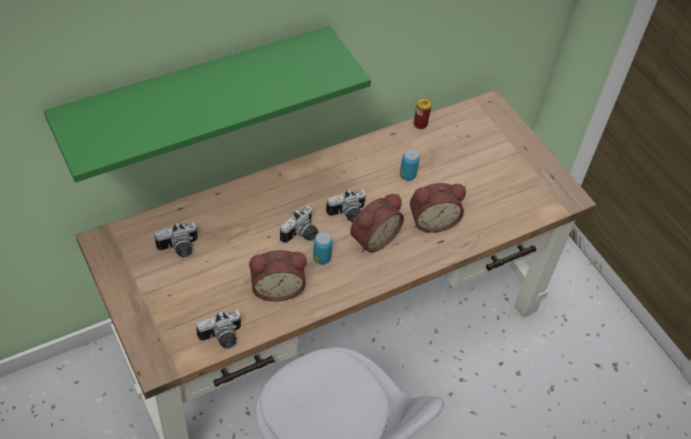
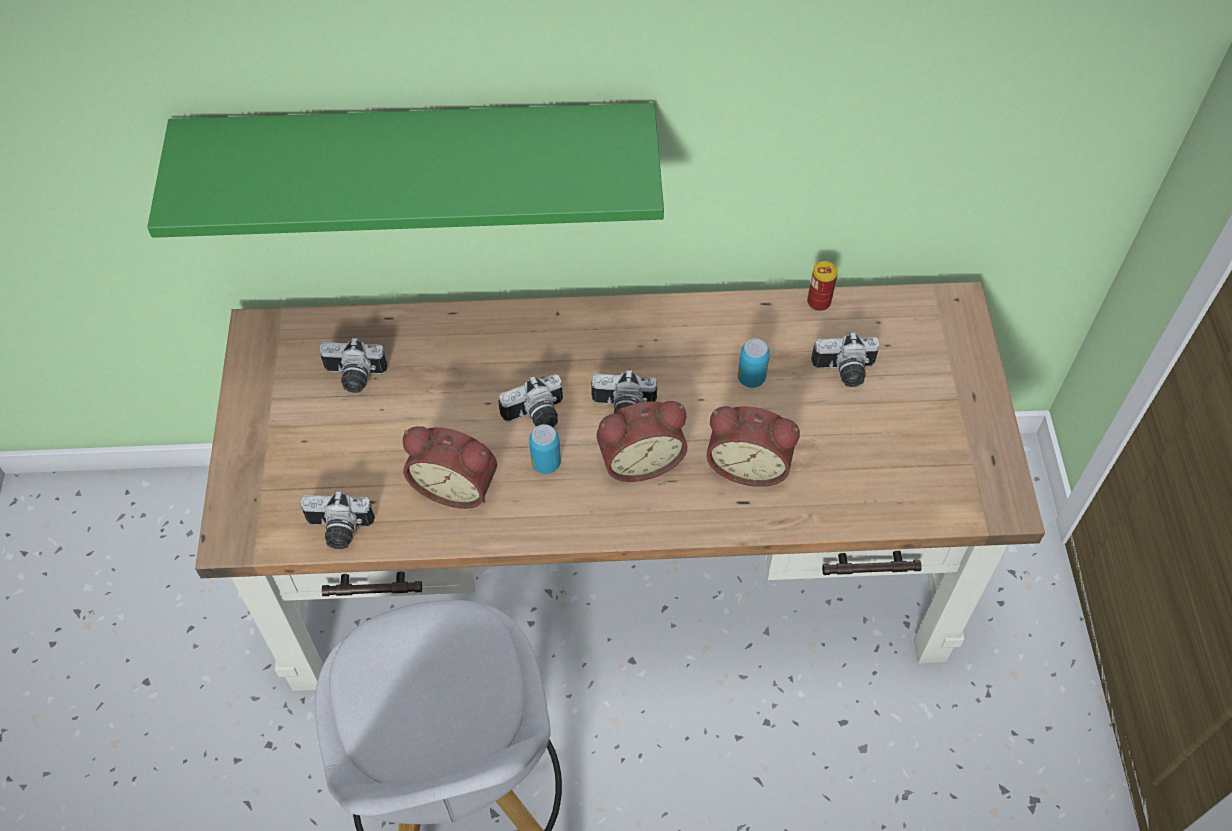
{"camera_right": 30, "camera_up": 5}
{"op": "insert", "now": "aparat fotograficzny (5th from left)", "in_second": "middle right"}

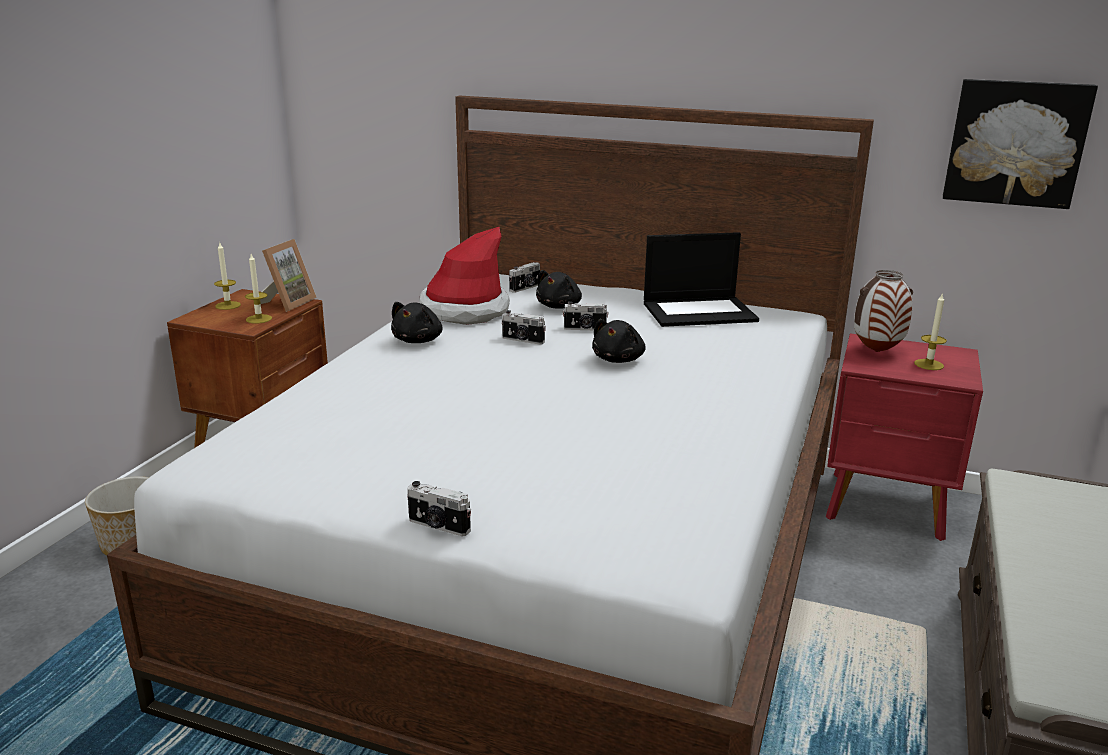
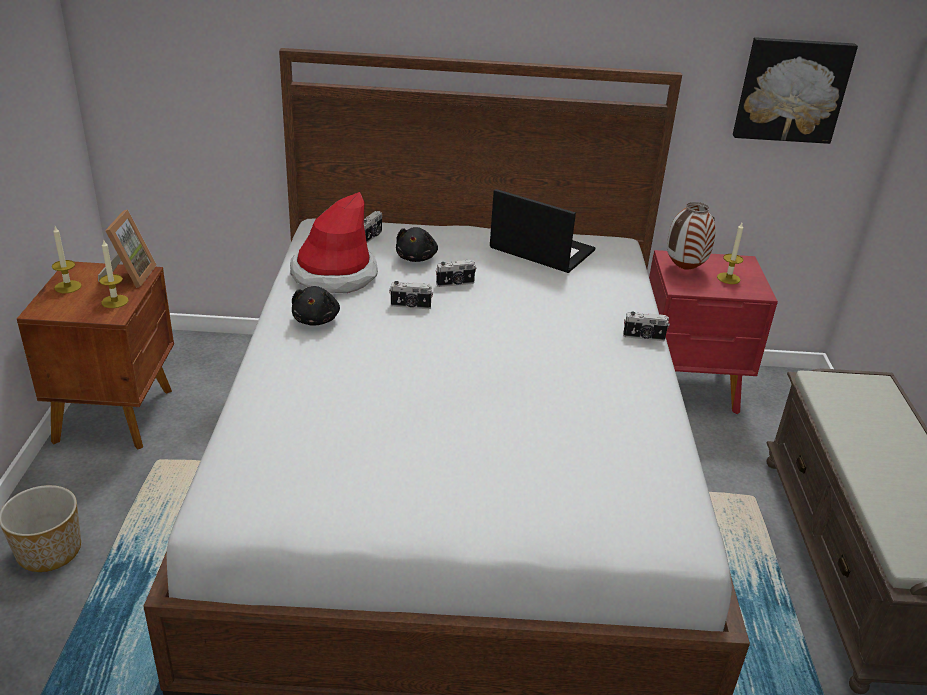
{"camera_right": -20, "camera_up": 10}
{"op": "rotate", "was": "laptop", "in_first": "centre", "in_second": "top centre", "clockwise": -120}
{"op": "move", "was": "aparat fotograficzny (1st from left in the first image)", "now": "aparat fotograficzny (4th from left)", "in_first": "bottom centre", "in_second": "middle right"}
{"op": "delete", "was": "pluszak/czarny (3rd from left)", "in_first": "centre"}

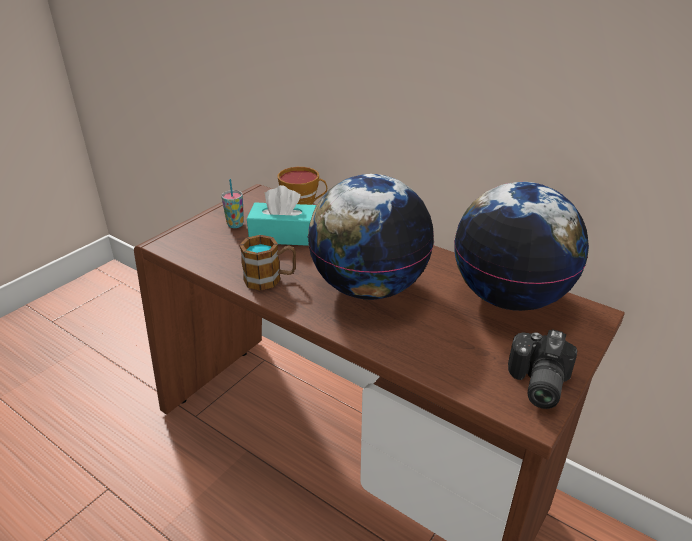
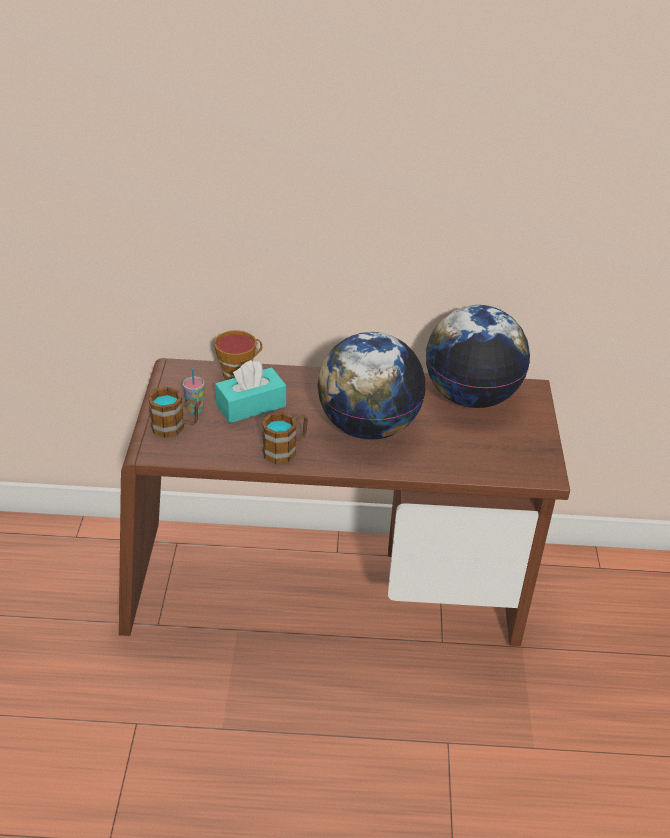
{"camera_right": -35, "camera_up": 5}
{"op": "insert", "now": "kubek (1st from left)", "in_second": "middle left"}
{"op": "delete", "was": "aparat fotograficzny", "in_first": "bottom right"}

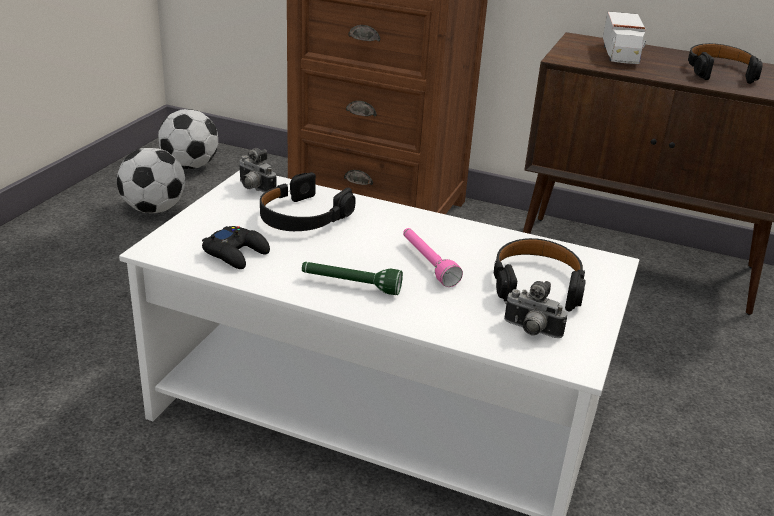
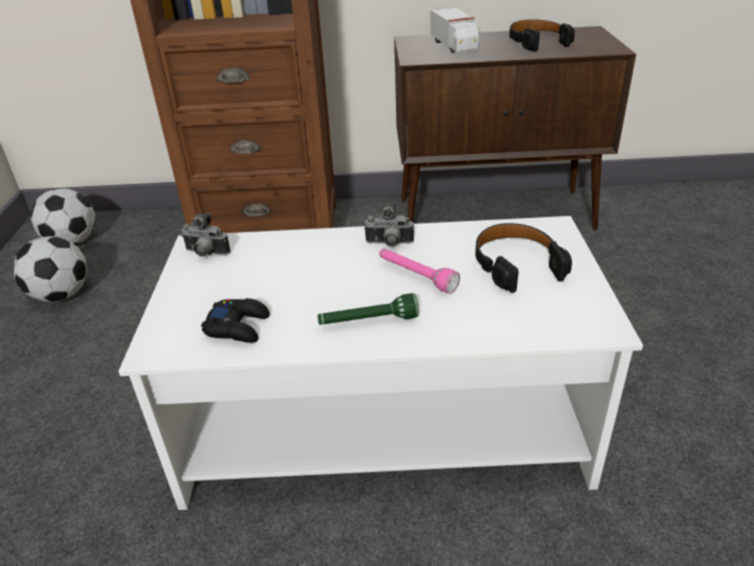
{"camera_right": -20, "camera_up": 5}
{"op": "move", "was": "aparat fotograficzny (2nd from left)", "in_first": "middle right", "in_second": "centre"}
{"op": "delete", "was": "słuchawki/czarny (1st from left)", "in_first": "centre"}

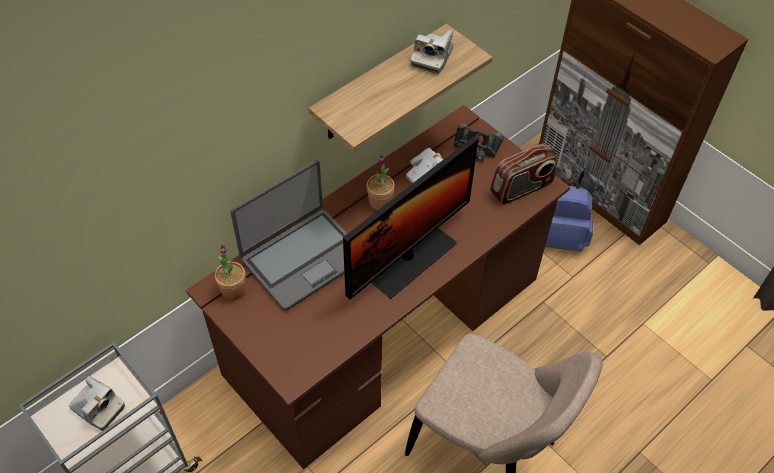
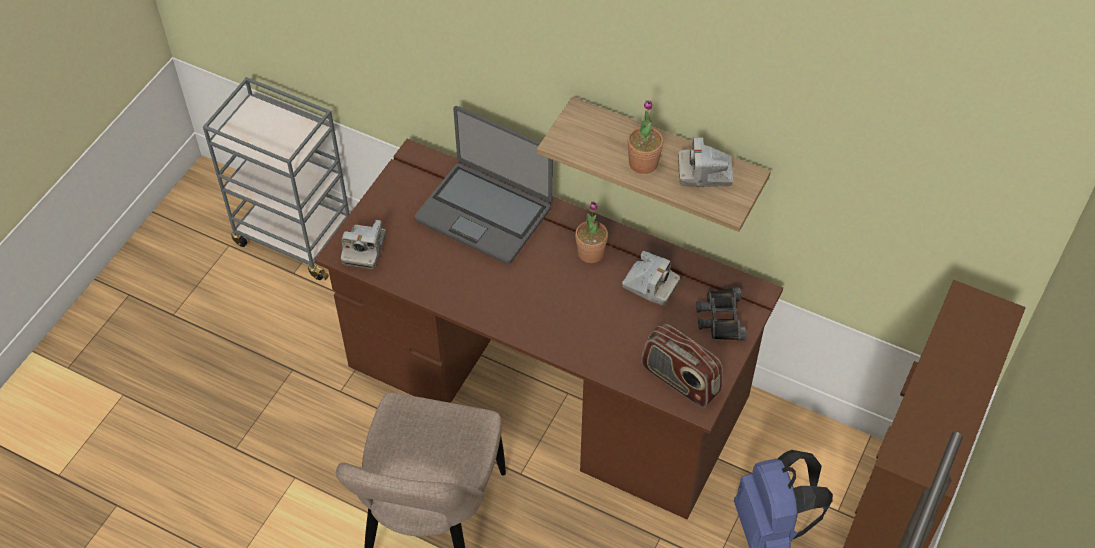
{"camera_right": 70, "camera_up": 0}
{"op": "move", "was": "aparat fotograficzny (1st from left)", "in_first": "bottom left", "in_second": "middle left"}
{"op": "move", "was": "roślina doniczkowa (1st from left in the first image)", "now": "roślina doniczkowa (2nd from left)", "in_first": "middle left", "in_second": "top centre"}
{"op": "delete", "was": "monitor", "in_first": "centre"}

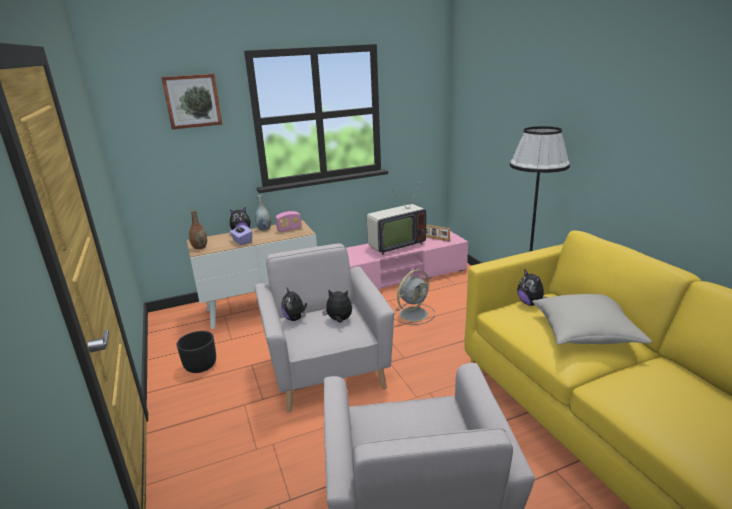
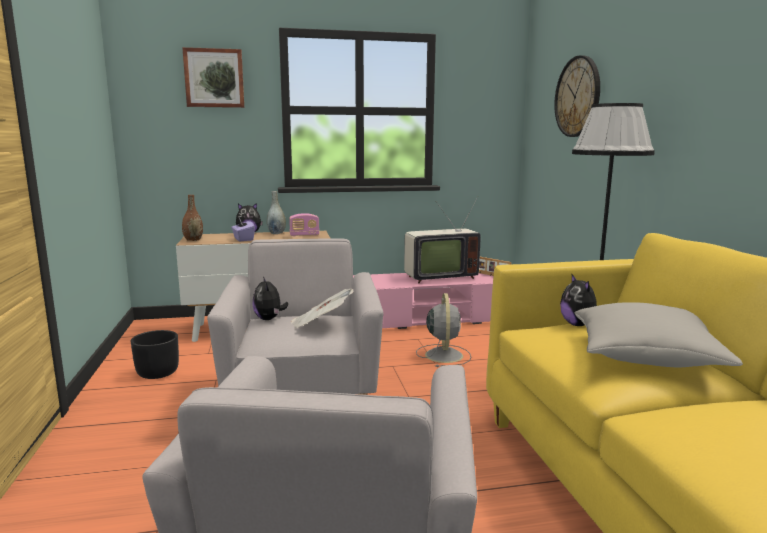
{"camera_right": 10, "camera_up": -10}
{"op": "replace", "was": "pluszak (3rd from left)", "now": "gazeta", "in_first": "centre", "in_second": "centre"}
{"op": "rotate", "was": "wentylator/szary", "in_first": "centre", "in_second": "centre", "clockwise": -60}
{"op": "insert", "now": "zegar ścienny", "in_second": "top right"}

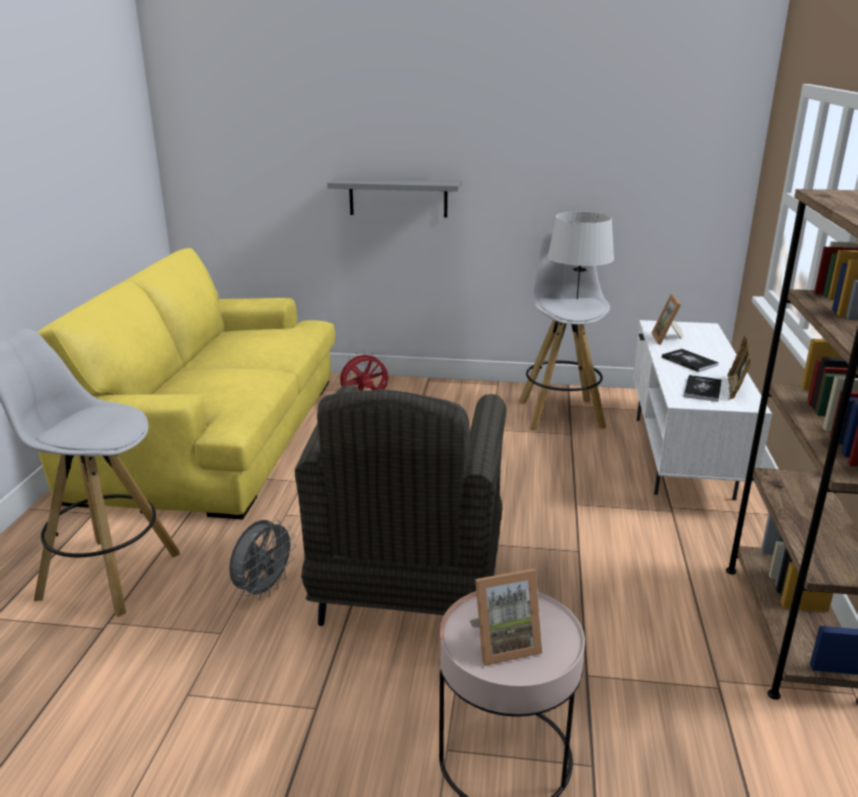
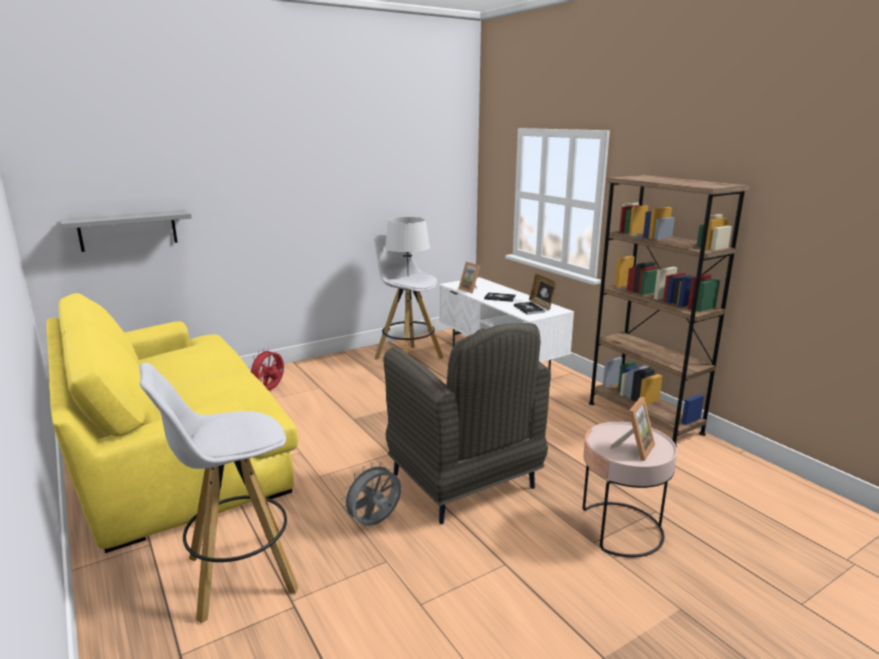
{"camera_right": -40, "camera_up": -5}
{"op": "move", "was": "półka/szary", "in_first": "top centre", "in_second": "middle left"}
{"op": "rotate", "was": "wentylator/szary", "in_first": "bottom left", "in_second": "bottom centre", "clockwise": -120}

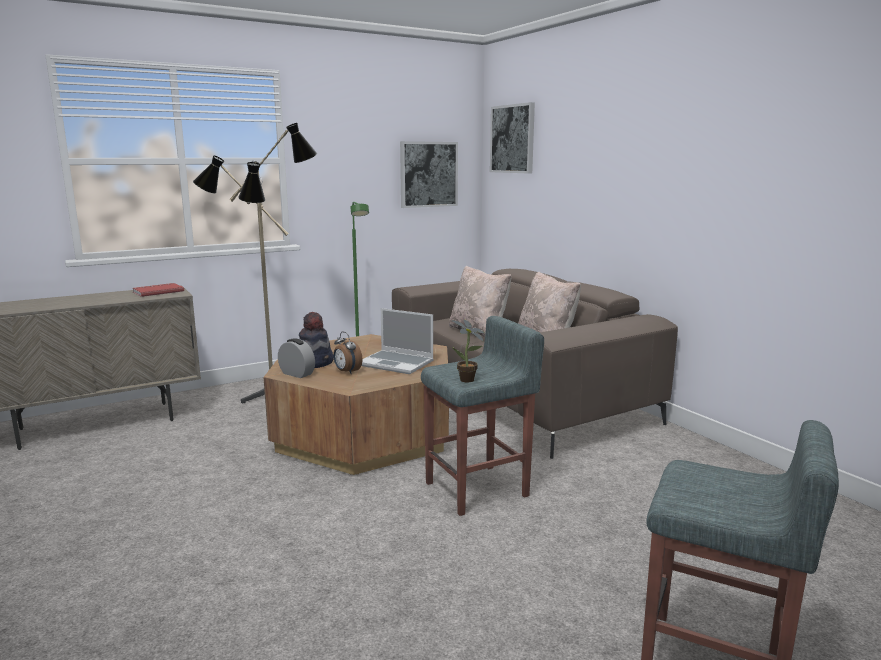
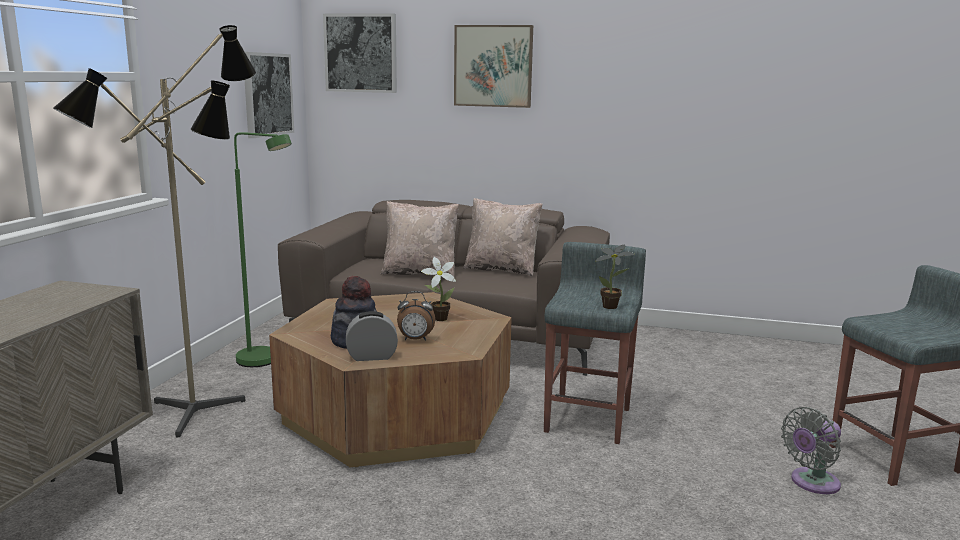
{"camera_right": -45, "camera_up": 0}
{"op": "replace", "was": "laptop", "now": "roślina doniczkowa (1st from left)", "in_first": "centre", "in_second": "centre"}
{"op": "insert", "now": "obraz (3rd from left)", "in_second": "top centre"}
{"op": "insert", "now": "wentylator/szary", "in_second": "bottom right"}
{"op": "delete", "was": "książka/czerwony", "in_first": "middle left"}

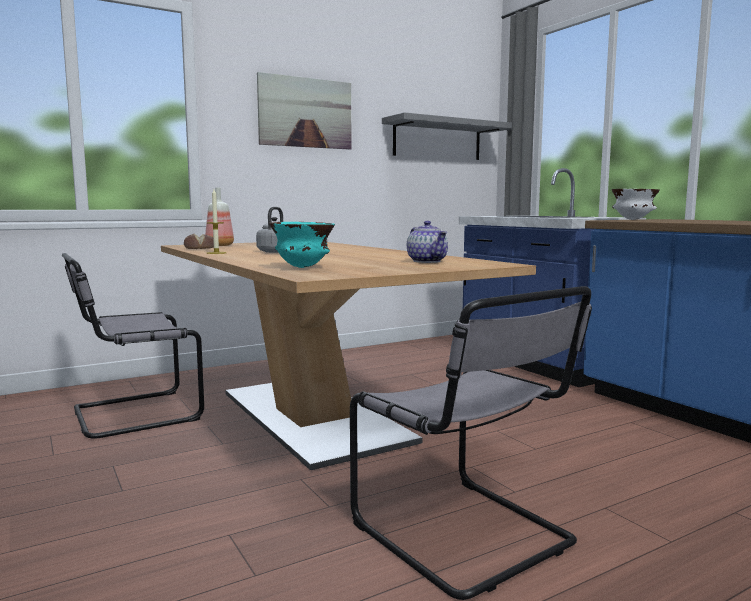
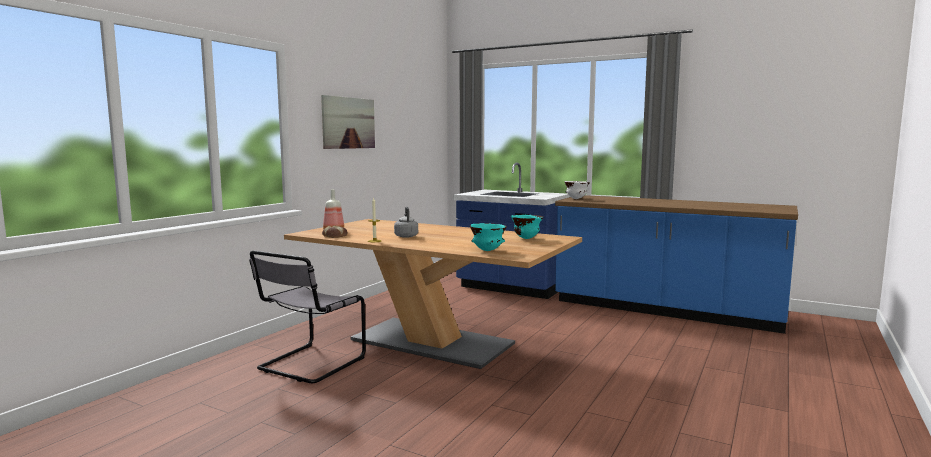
{"camera_right": -30, "camera_up": 0}
{"op": "replace", "was": "imbryk", "now": "miska/turkusowy (2nd from left)", "in_first": "centre", "in_second": "centre"}
{"op": "delete", "was": "krzesło/szary (2nd from left)", "in_first": "bottom centre"}
{"op": "delete", "was": "półka/szary", "in_first": "top centre"}

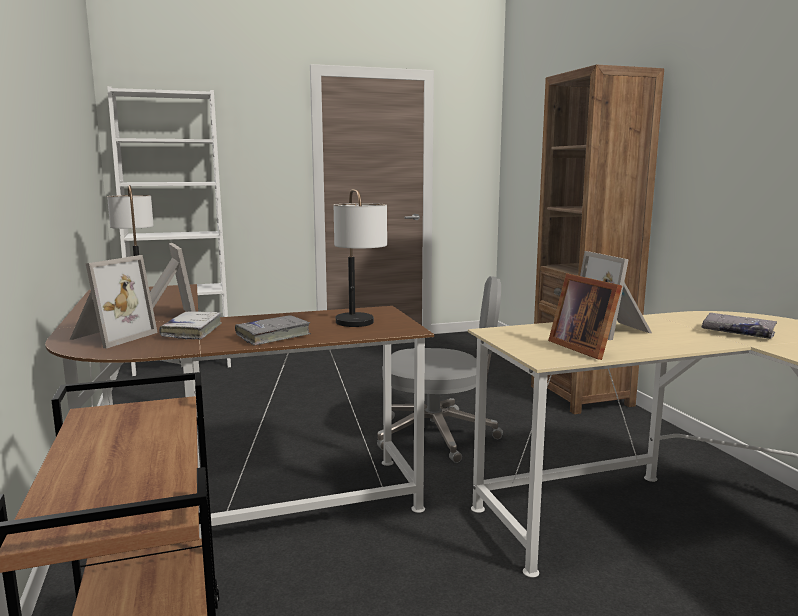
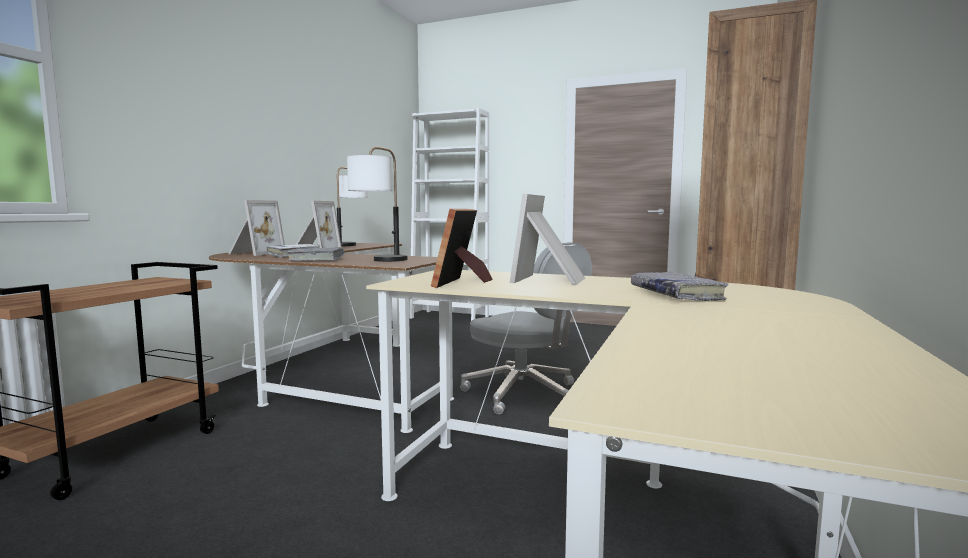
{"camera_right": 40, "camera_up": -5}
{"op": "rotate", "was": "ramka na zdjęcie (1st from left)", "in_first": "middle left", "in_second": "middle left", "clockwise": -45}

